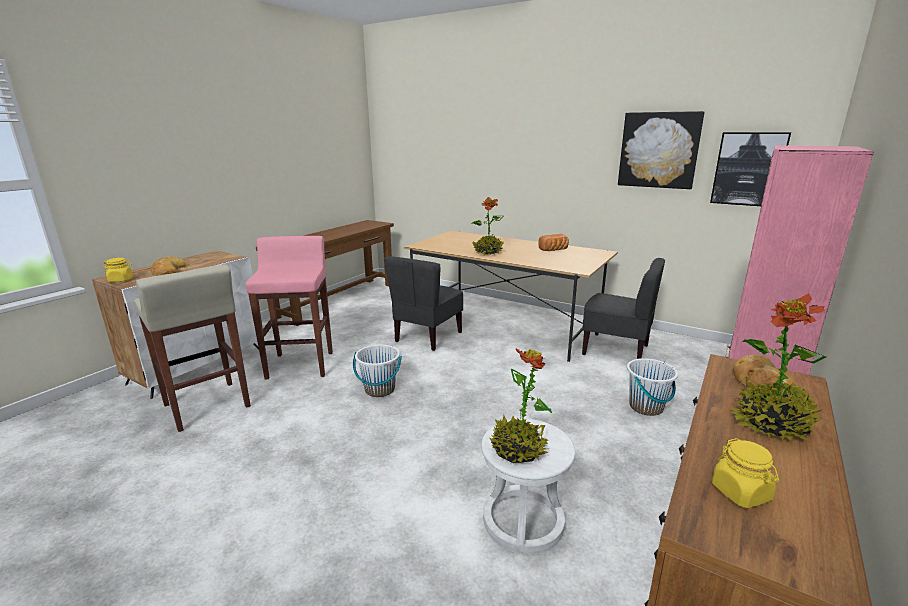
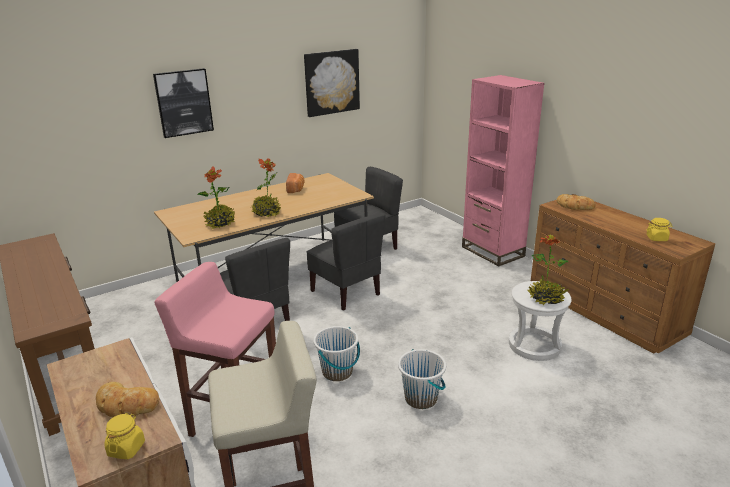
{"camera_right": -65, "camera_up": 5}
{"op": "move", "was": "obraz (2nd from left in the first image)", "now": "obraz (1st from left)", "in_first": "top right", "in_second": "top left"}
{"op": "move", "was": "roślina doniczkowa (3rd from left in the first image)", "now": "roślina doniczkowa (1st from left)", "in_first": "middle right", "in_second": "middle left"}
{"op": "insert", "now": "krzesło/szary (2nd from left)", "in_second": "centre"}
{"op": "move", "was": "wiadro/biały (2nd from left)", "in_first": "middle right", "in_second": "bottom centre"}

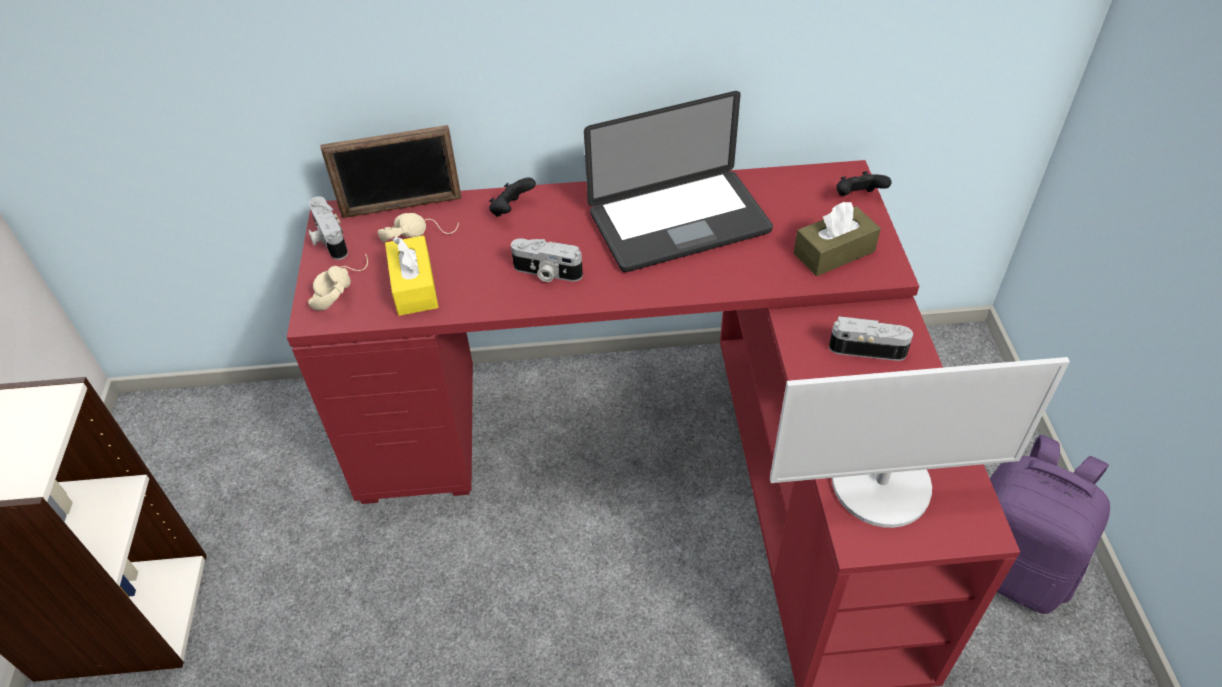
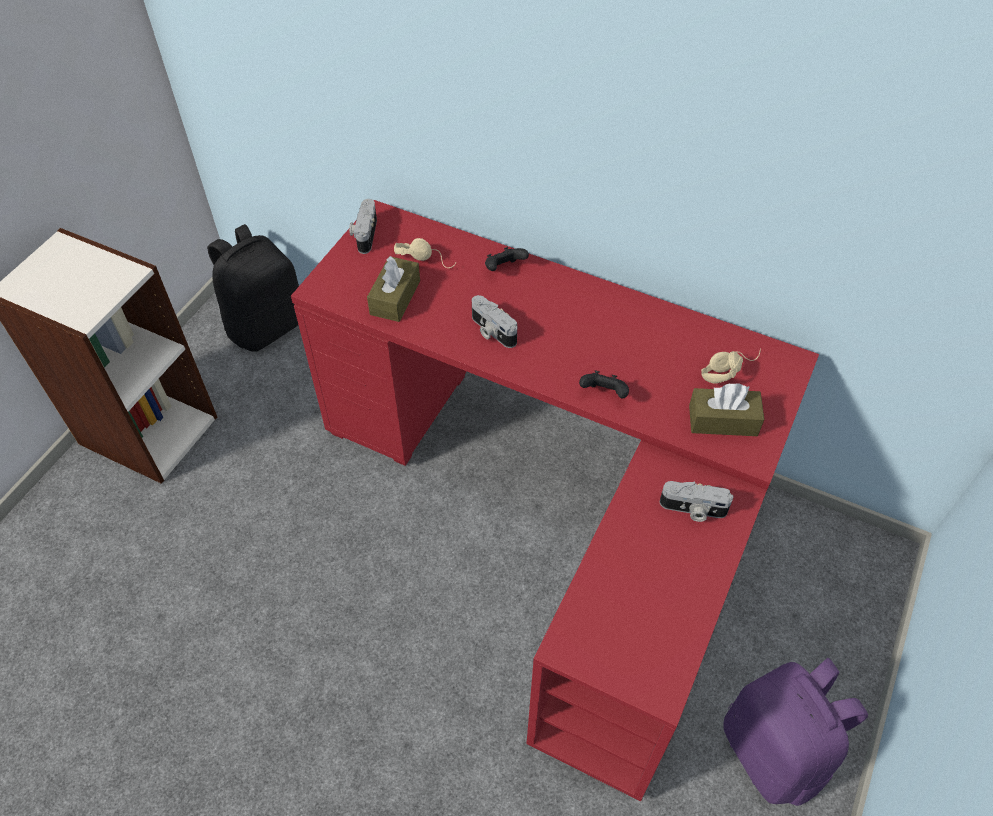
{"camera_right": 30, "camera_up": 5}
{"op": "insert", "now": "plecak/czarny", "in_second": "middle left"}
{"op": "recolor", "was": "pudełko chusteczek/żółty", "now": "pudełko chusteczek/brązowy (1st from left)", "in_first": "centre", "in_second": "centre"}
{"op": "move", "was": "pad do gier/czarny (2nd from left)", "in_first": "top right", "in_second": "centre"}
{"op": "rotate", "was": "aparat fotograficzny (3rd from left)", "in_first": "middle right", "in_second": "middle right", "clockwise": 150}
{"op": "move", "was": "słuchawki/beżowy (1st from left in the first image)", "now": "słuchawki/beżowy (2nd from left)", "in_first": "middle left", "in_second": "middle right"}
{"op": "delete", "was": "ramka na zdjęcie", "in_first": "top left"}
{"op": "delete", "was": "laptop", "in_first": "top centre"}
{"op": "delete", "was": "monitor", "in_first": "middle right"}

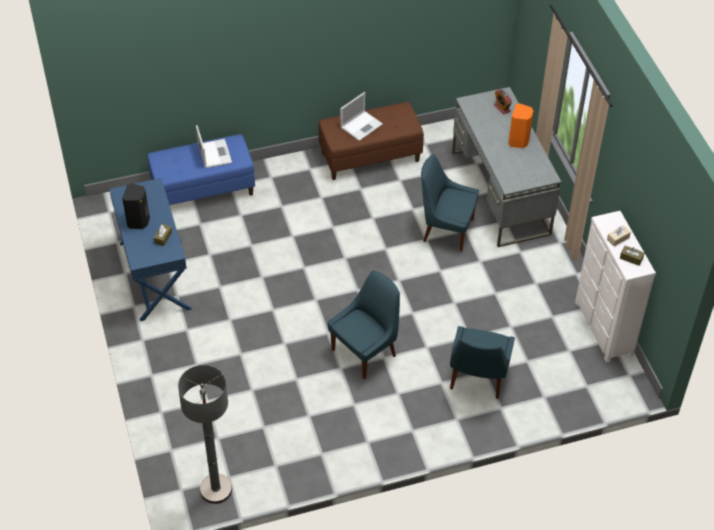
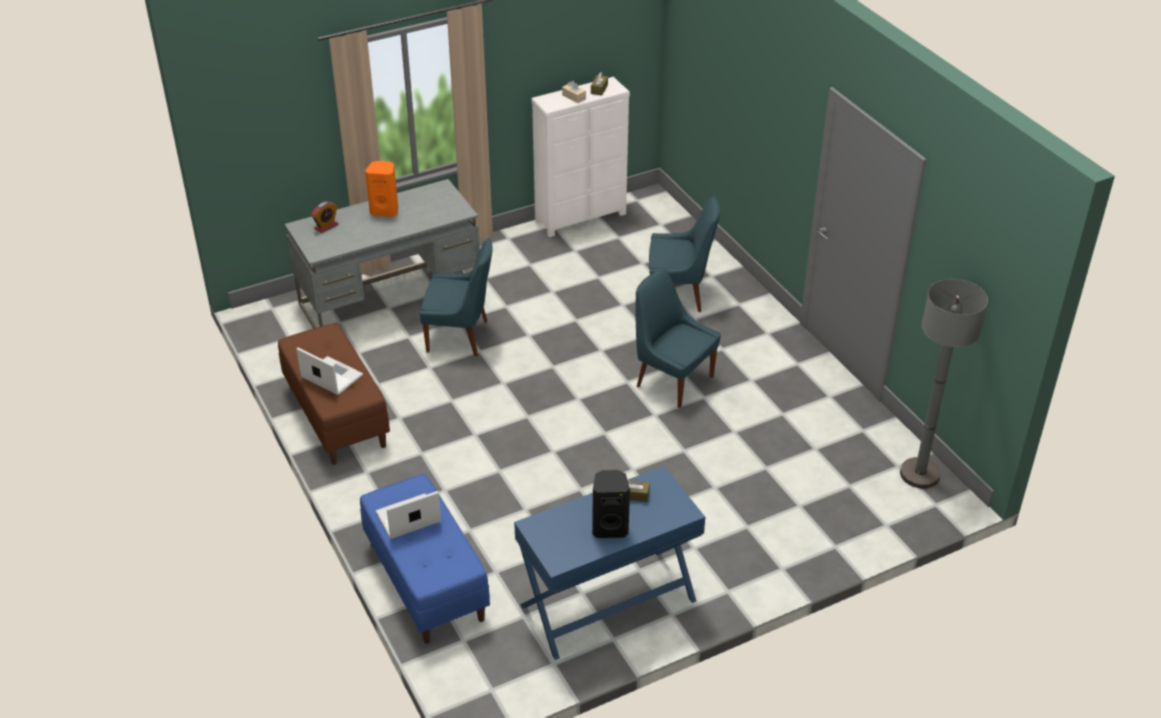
{"camera_right": -100, "camera_up": -10}
{"op": "rotate", "was": "krzesło/niebieski (2nd from left in the first image)", "in_first": "centre", "in_second": "centre", "clockwise": -90}

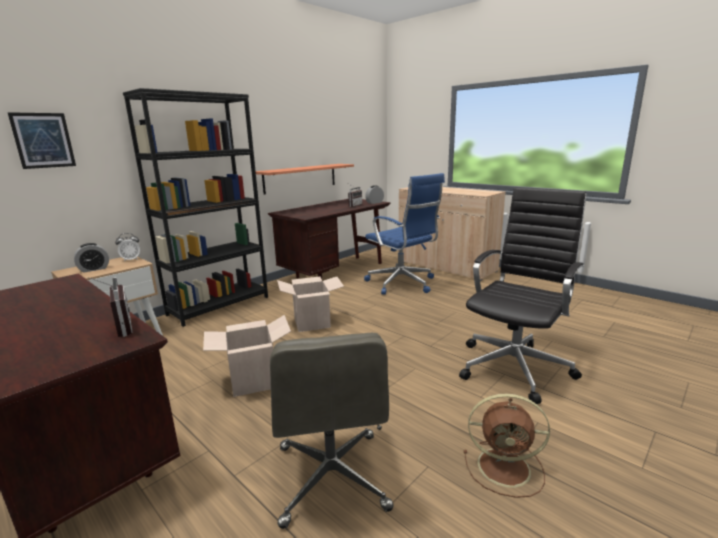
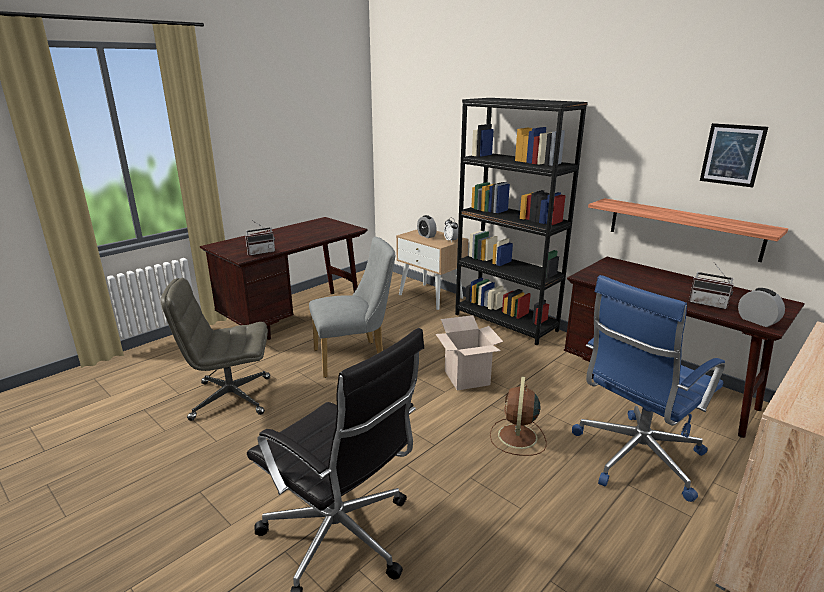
{"camera_right": 90, "camera_up": 5}
{"op": "replace", "was": "karton (1st from left)", "now": "krzesło/szary", "in_first": "centre", "in_second": "centre"}
{"op": "move", "was": "wentylator/brązowy", "in_first": "bottom right", "in_second": "bottom centre"}
{"op": "move", "was": "obraz", "in_first": "top left", "in_second": "top right"}

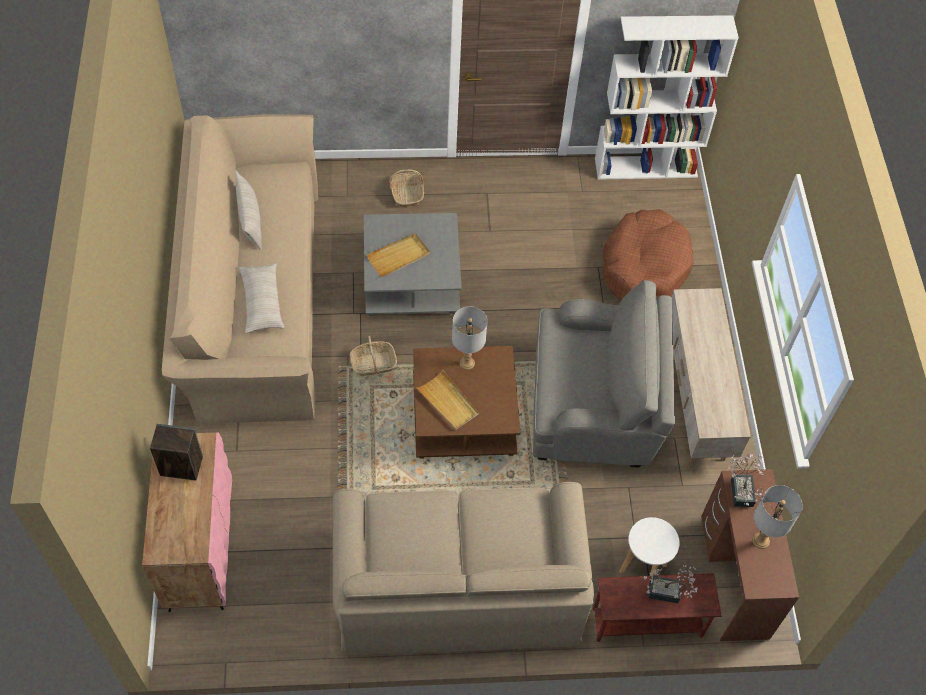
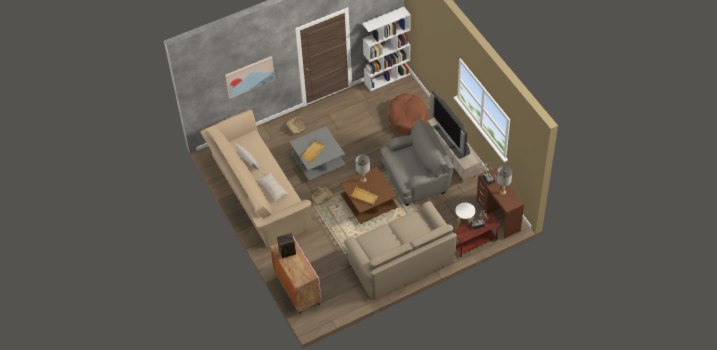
{"camera_right": -20, "camera_up": -5}
{"op": "insert", "now": "obraz", "in_second": "top centre"}
{"op": "insert", "now": "telewizor", "in_second": "centre"}

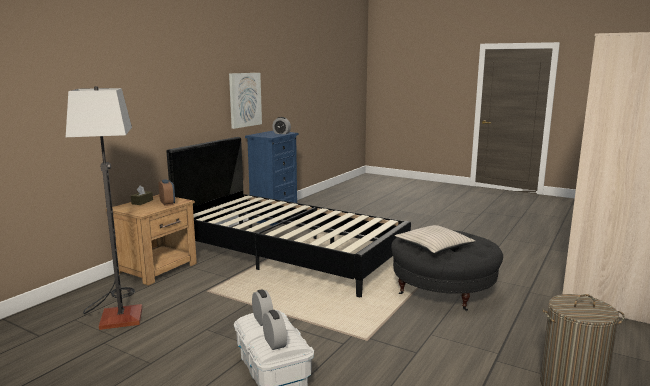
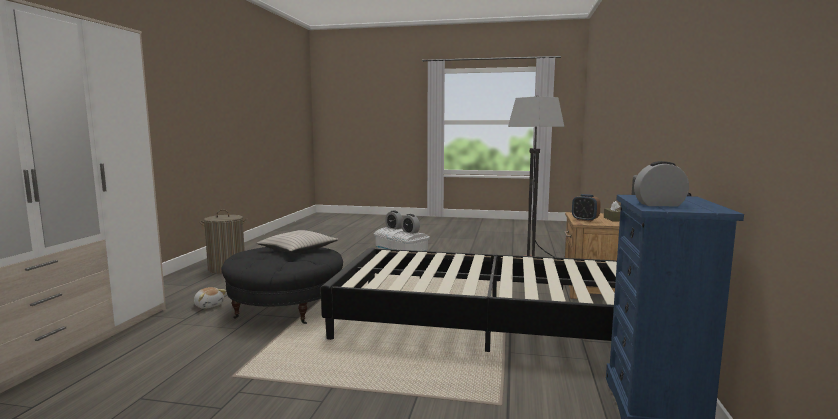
{"camera_right": 160, "camera_up": -5}
{"op": "insert", "now": "pluszak", "in_second": "bottom left"}
{"op": "delete", "was": "obraz", "in_first": "top centre"}

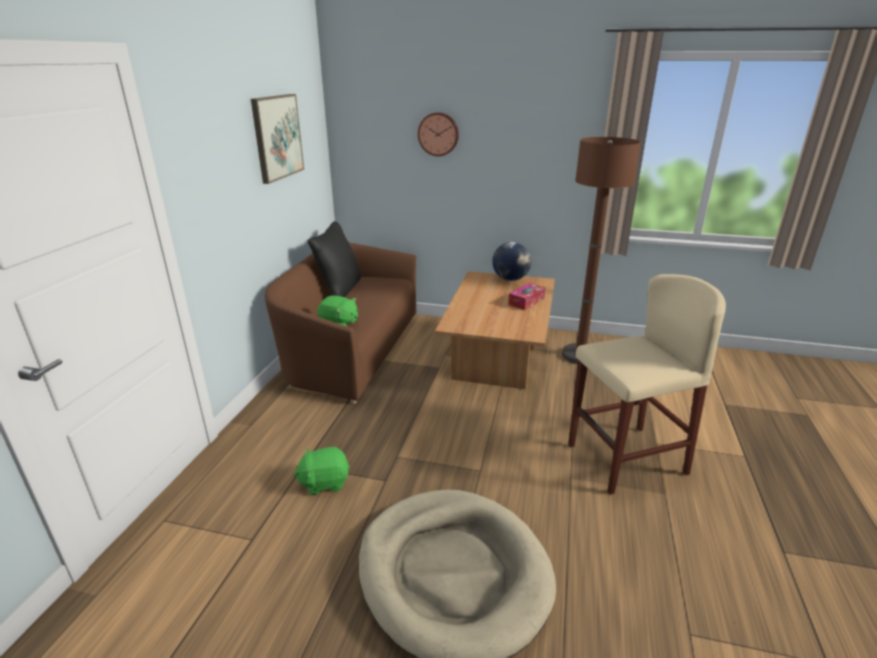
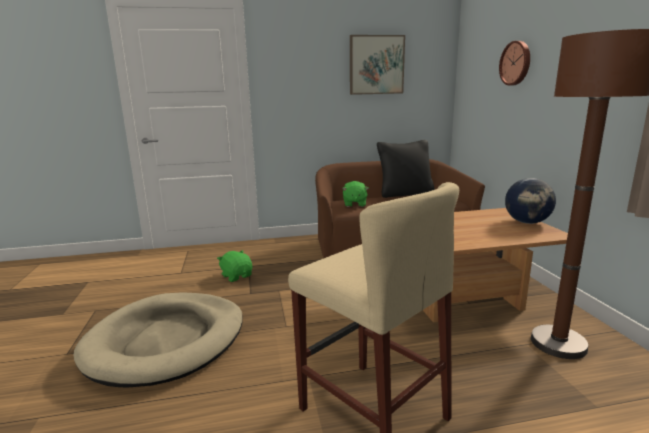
{"camera_right": 65, "camera_up": -10}
{"op": "delete", "was": "pudełko chusteczek", "in_first": "centre"}

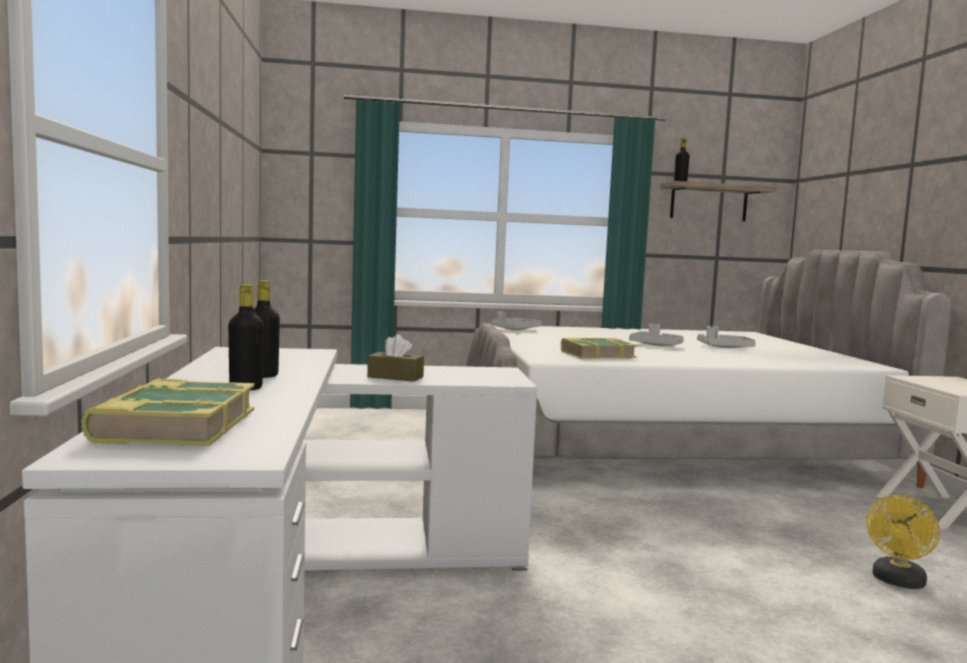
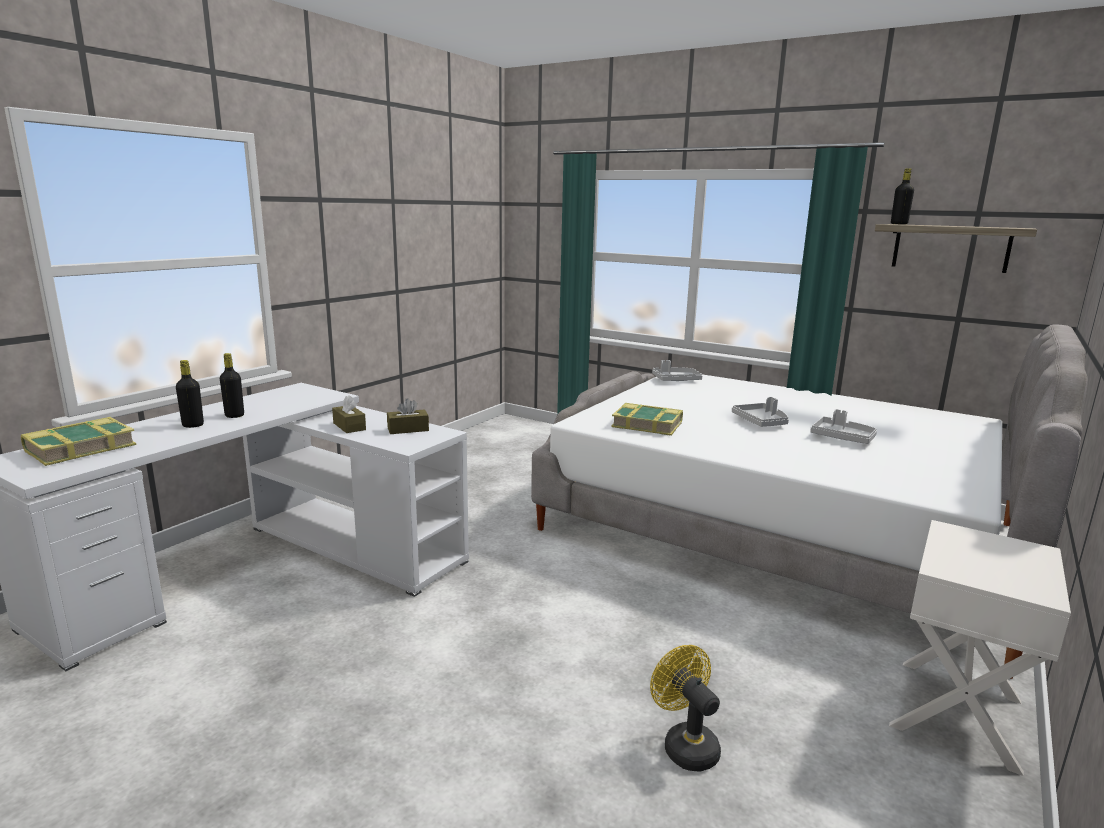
{"camera_right": 40, "camera_up": 10}
{"op": "insert", "now": "pudełko chusteczek/brązowy (2nd from left)", "in_second": "centre"}
{"op": "rotate", "was": "wentylator/żółty", "in_first": "bottom right", "in_second": "bottom centre", "clockwise": 75}

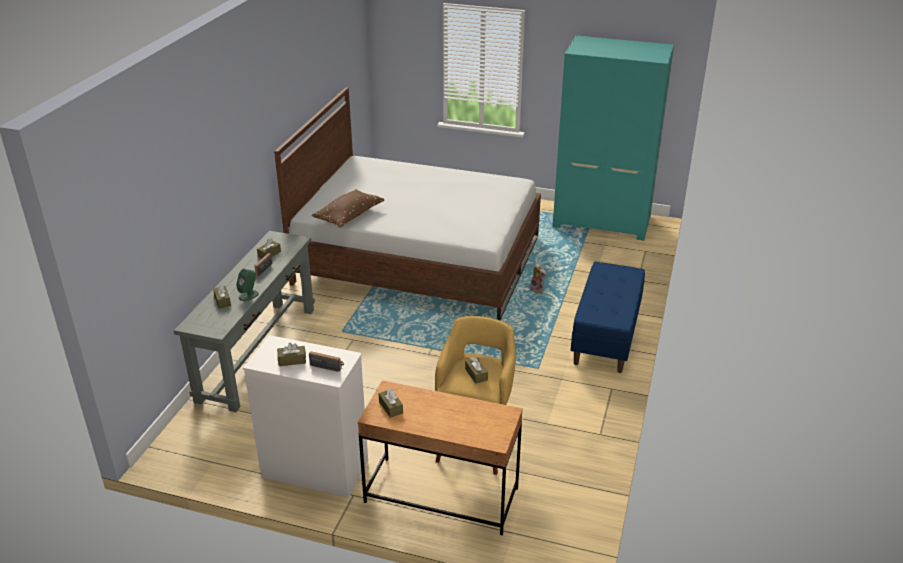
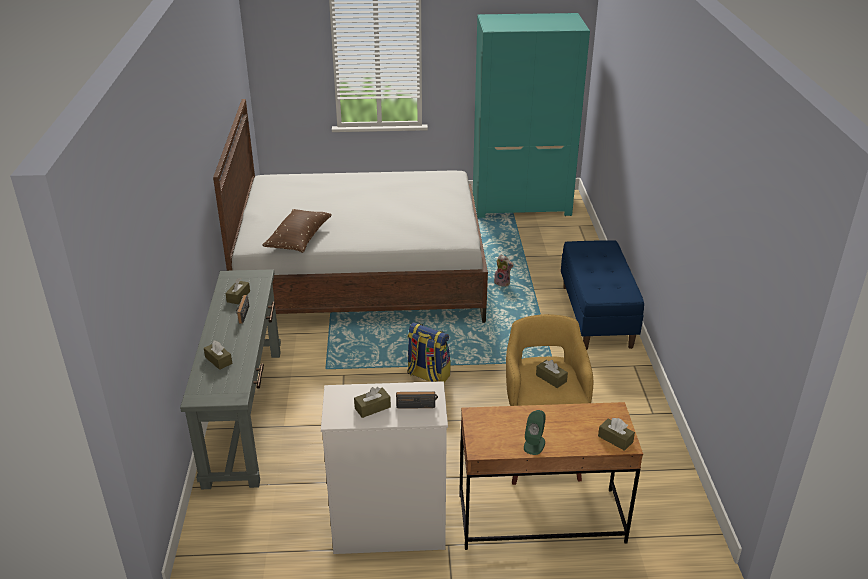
{"camera_right": -20, "camera_up": 0}
{"op": "insert", "now": "plecak", "in_second": "centre"}
{"op": "move", "was": "głośnik/zielony", "in_first": "middle left", "in_second": "bottom centre"}
{"op": "move", "was": "pudełko chusteczek/brązowy (4th from left in the first image)", "now": "pudełko chusteczek/brązowy (5th from left)", "in_first": "bottom centre", "in_second": "bottom right"}

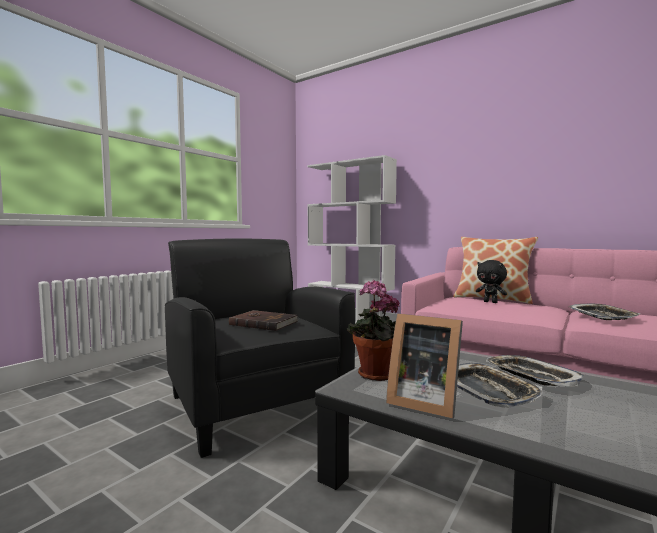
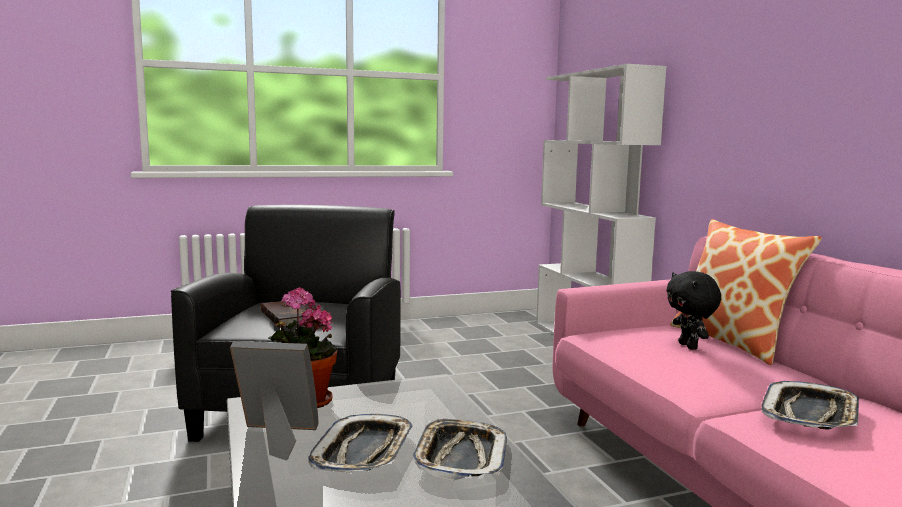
{"camera_right": 35, "camera_up": 5}
{"op": "rotate", "was": "ramka na zdjęcie", "in_first": "bottom centre", "in_second": "bottom left", "clockwise": 120}

